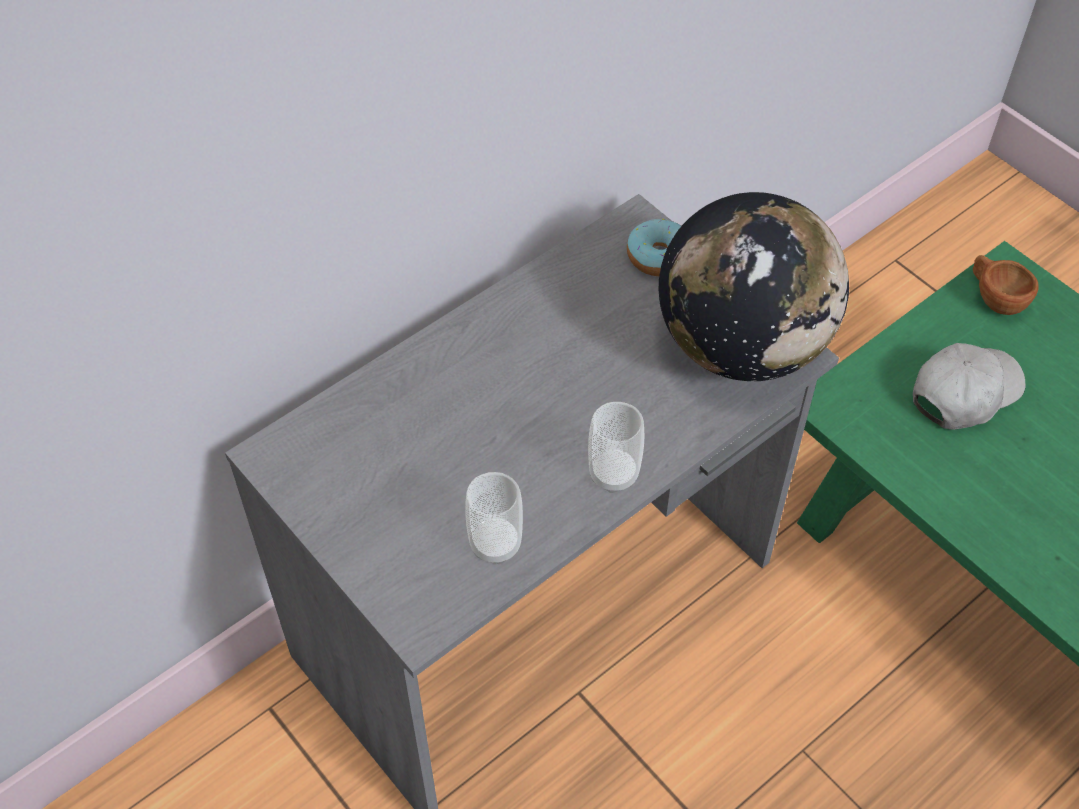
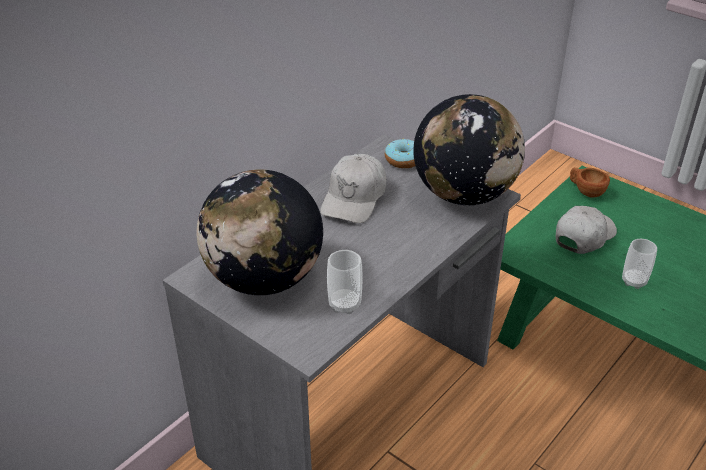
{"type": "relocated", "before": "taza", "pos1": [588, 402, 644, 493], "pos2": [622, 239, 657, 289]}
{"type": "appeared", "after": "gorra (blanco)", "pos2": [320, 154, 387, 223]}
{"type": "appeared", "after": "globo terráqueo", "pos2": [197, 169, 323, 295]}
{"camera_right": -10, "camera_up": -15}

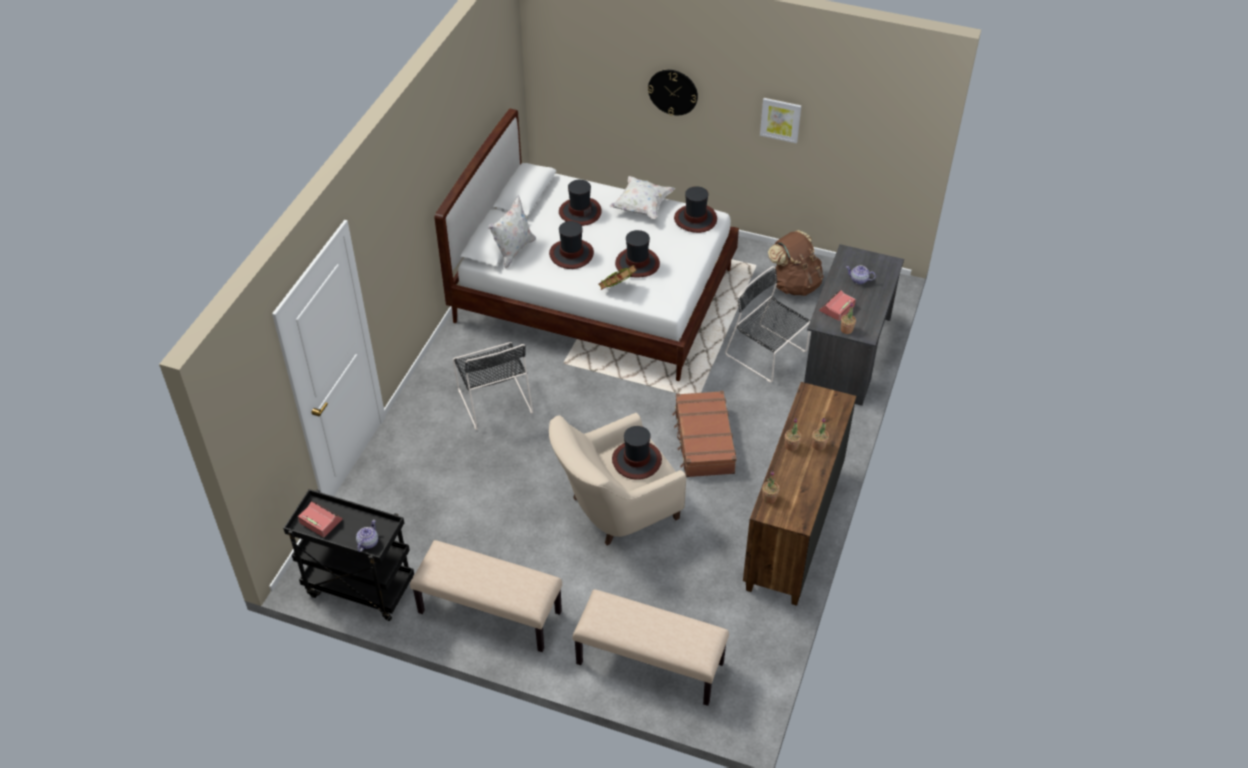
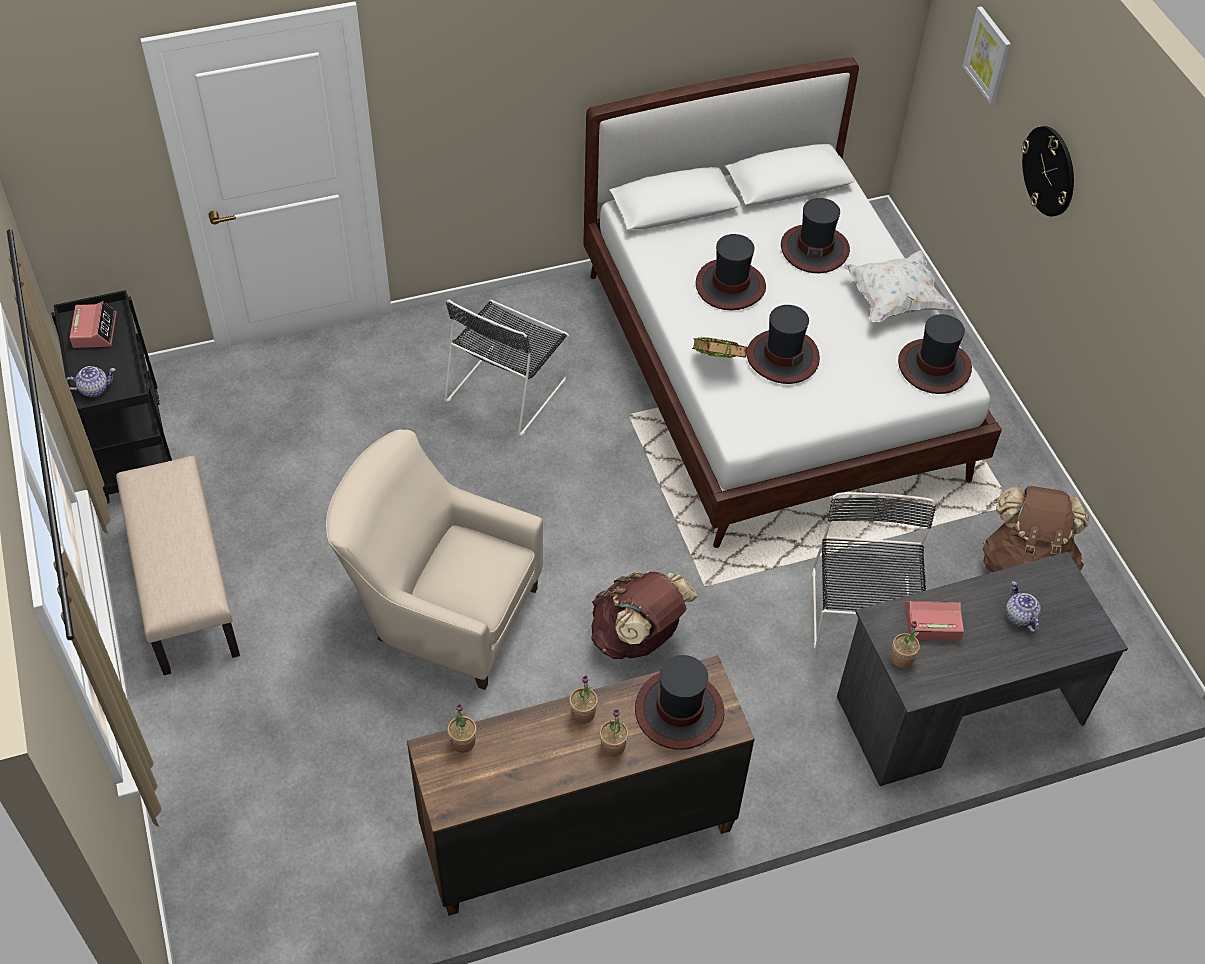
{"type": "relocated", "before": "cuadro", "pos1": [760, 98, 801, 143], "pos2": [962, 6, 1011, 104]}
{"type": "missing", "before": "cojín (blanco)", "pos1": [488, 195, 536, 268]}
{"type": "exchanged", "before": "maleta (marrón)", "after": "mochila (marrón)", "pos1": [672, 391, 737, 477], "pos2": [591, 571, 698, 659]}
{"type": "relocated", "before": "sombrero", "pos1": [612, 426, 662, 480], "pos2": [635, 655, 724, 750]}
{"type": "missing", "before": "banco (beis)", "pos1": [573, 589, 729, 706]}
{"camera_right": 50, "camera_up": 5}

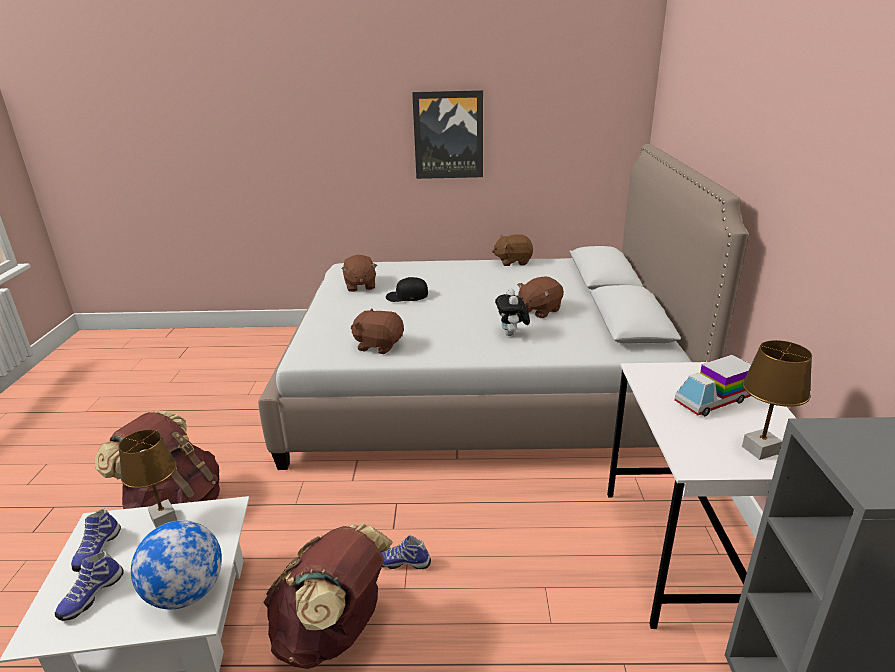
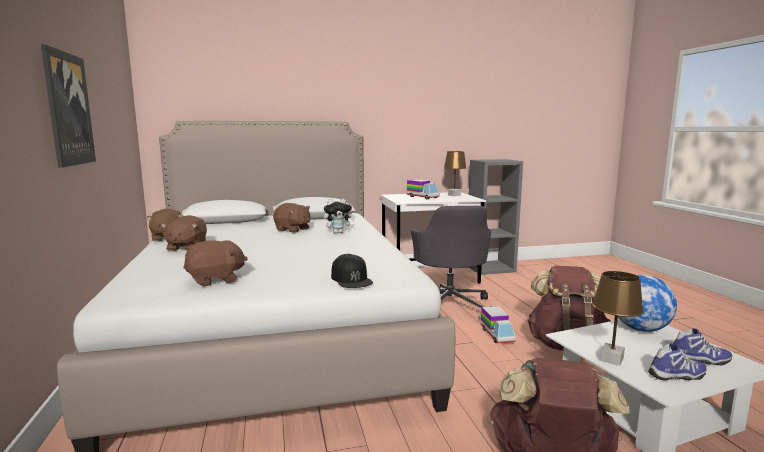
{"type": "relocated", "before": "gorra (negro)", "pos1": [386, 277, 428, 302], "pos2": [331, 254, 373, 288]}
{"type": "relocated", "before": "peluche (marrón)", "pos1": [351, 308, 404, 354], "pos2": [161, 215, 207, 251]}
{"type": "exchanged", "before": "zapato", "after": "camión de juguete", "pos1": [381, 536, 431, 569], "pos2": [481, 306, 516, 343]}
{"type": "appeared", "after": "silla de oficina (gris)", "pos2": [411, 206, 491, 308]}
{"camera_right": -105, "camera_up": -15}

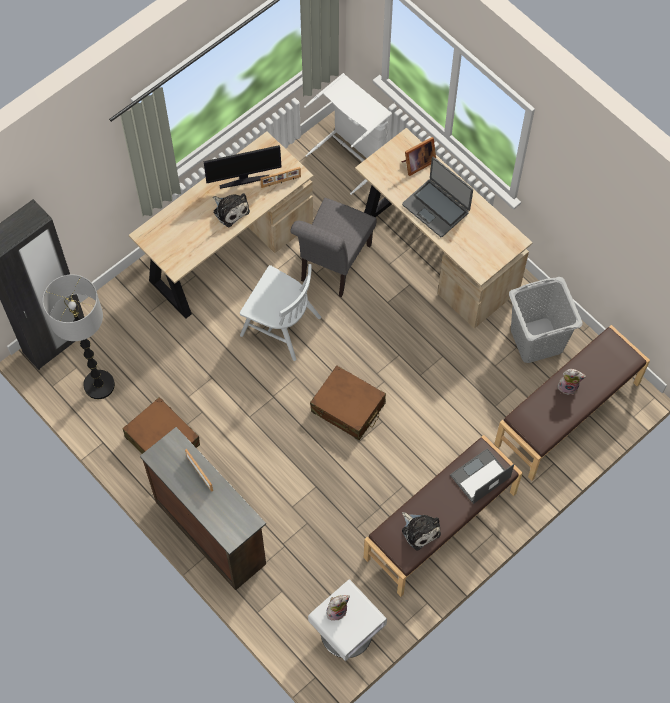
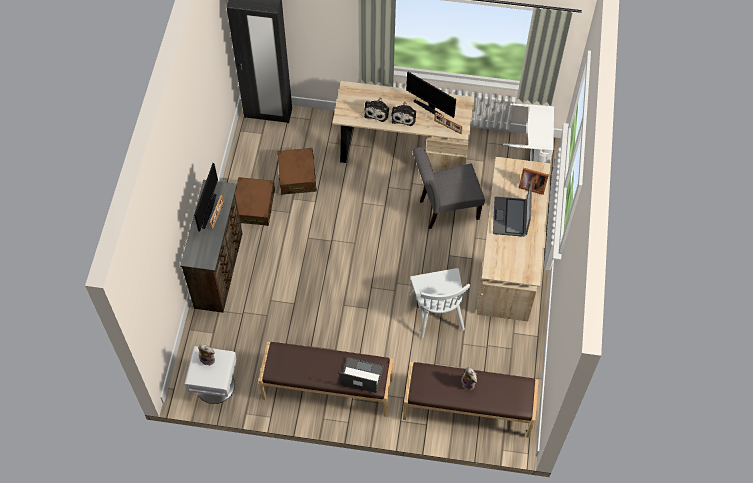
{"type": "relocated", "before": "silla (blanco)", "pos1": [240, 264, 321, 361], "pos2": [409, 268, 470, 338]}
{"type": "missing", "before": "lámpara de pie", "pos1": [42, 274, 115, 399]}
{"type": "missing", "before": "cesto de la ropa (gris)", "pos1": [509, 277, 583, 363]}
{"type": "relocated", "before": "maleta (marrón)", "pos1": [310, 365, 386, 440], "pos2": [277, 148, 317, 195]}
{"type": "relocated", "before": "peluche", "pos1": [402, 512, 441, 551], "pos2": [364, 98, 389, 122]}
{"type": "appeared", "after": "monitor", "pos2": [194, 163, 218, 231]}
{"camera_right": 50, "camera_up": -5}

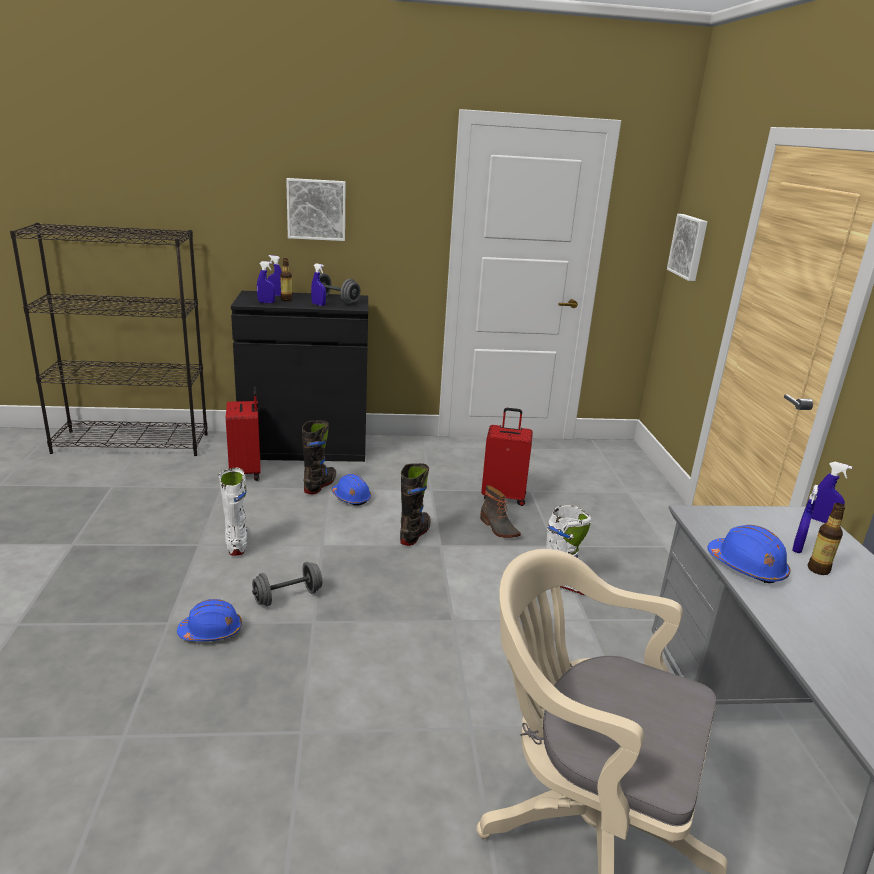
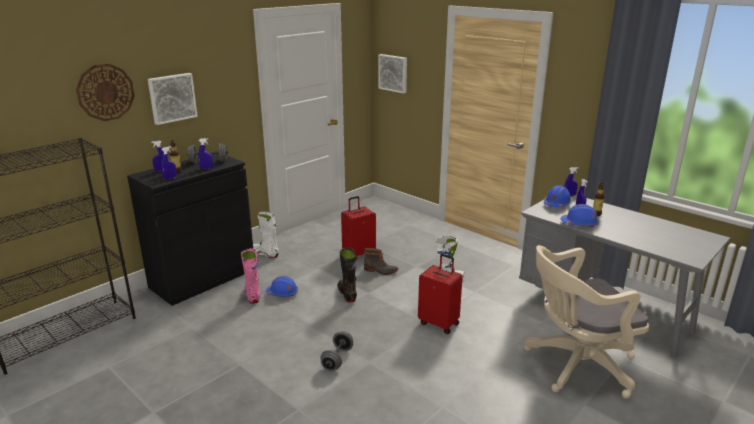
{"type": "relocated", "before": "maleta (rojo)", "pos1": [226, 386, 260, 481], "pos2": [418, 254, 463, 334]}
{"type": "colour", "before": "bota (negro)", "after": "bota (rosa)", "pos1": [302, 421, 336, 494], "pos2": [241, 248, 260, 304]}
{"type": "relocated", "before": "bota (blanco)", "pos1": [219, 468, 247, 556], "pos2": [253, 211, 279, 258]}
{"type": "relocated", "before": "casco (azul)", "pos1": [177, 599, 242, 641], "pos2": [544, 185, 572, 208]}
{"type": "appeared", "after": "reloj de pared", "pos2": [76, 64, 135, 121]}
{"camera_right": -40, "camera_up": 0}

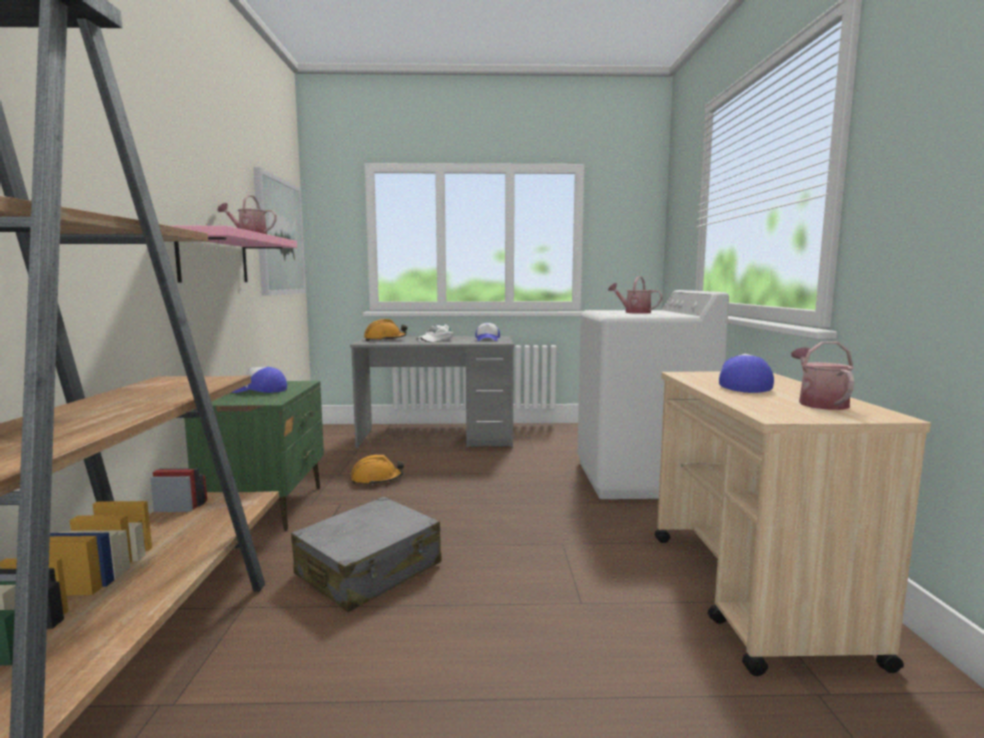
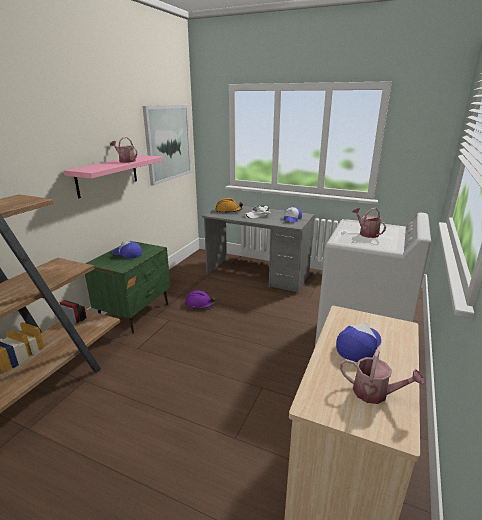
{"type": "spun", "before": "regadera", "pos1": [791, 341, 855, 410], "pos2": [340, 349, 425, 404], "turn": 90}
{"type": "colour", "before": "casco (naranja)", "after": "casco (morado)", "pos1": [351, 455, 404, 485], "pos2": [186, 291, 215, 309]}
{"type": "missing", "before": "maleta (gris)", "pos1": [291, 497, 441, 612]}
{"camera_right": 25, "camera_up": 15}

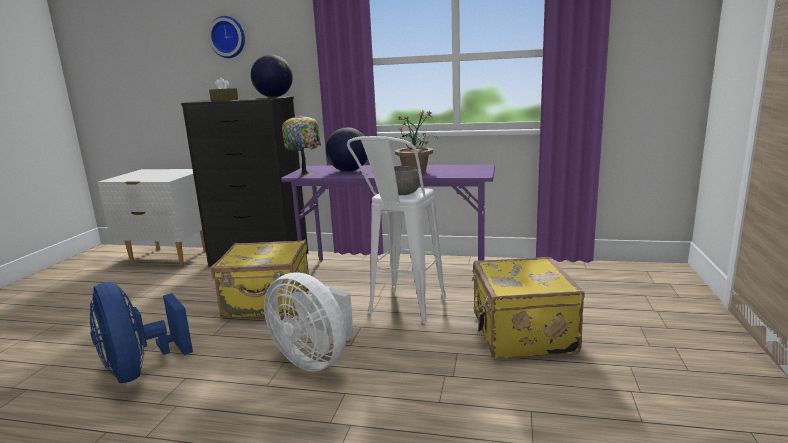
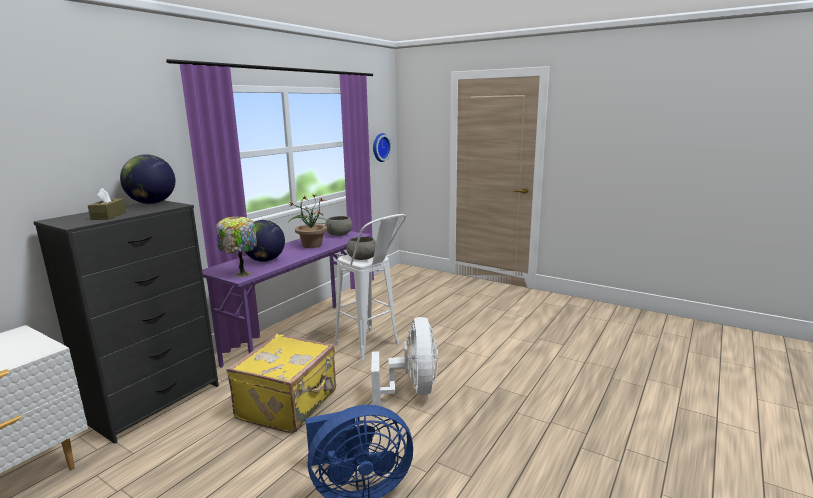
{"type": "relocated", "before": "reloj de pared", "pos1": [208, 16, 245, 58], "pos2": [373, 133, 392, 162]}
{"type": "missing", "before": "maleta (amarillo)", "pos1": [472, 257, 585, 360]}
{"type": "spun", "before": "ventilador (blanco)", "pos1": [264, 272, 354, 371], "pos2": [371, 317, 438, 406], "turn": -60}
{"type": "appeared", "after": "cuenco (gris)", "pos2": [325, 216, 352, 236]}
{"camera_right": -70, "camera_up": 0}

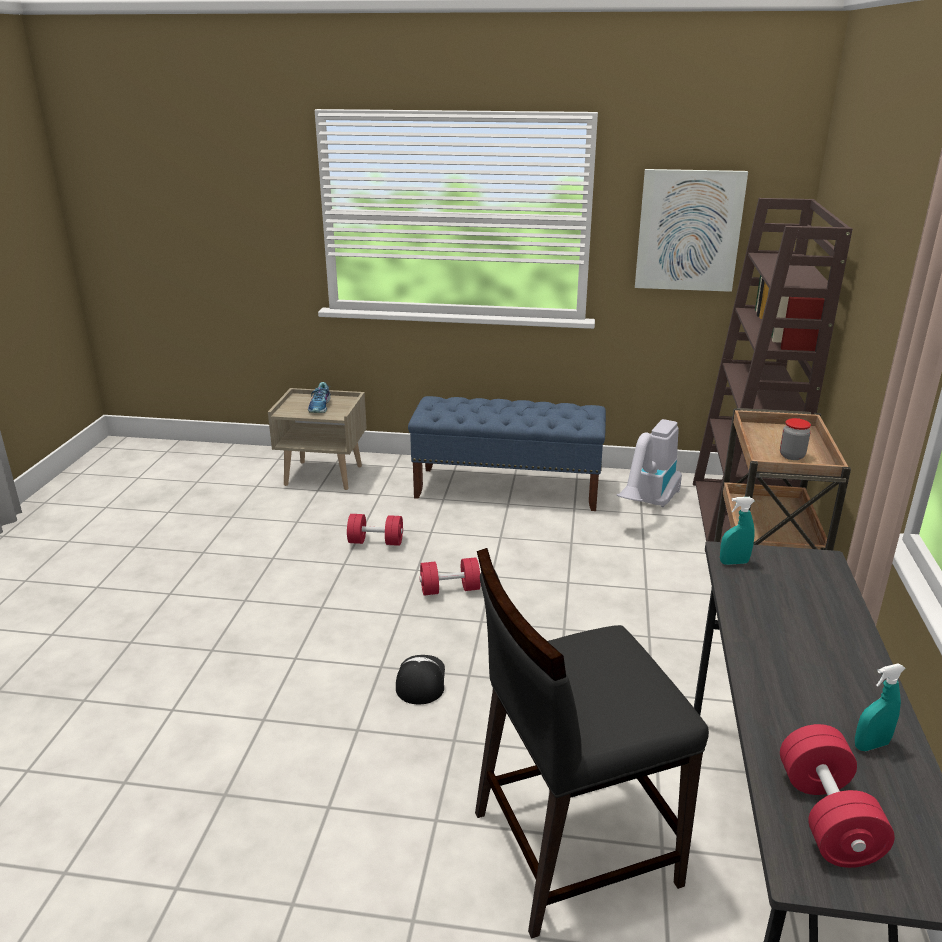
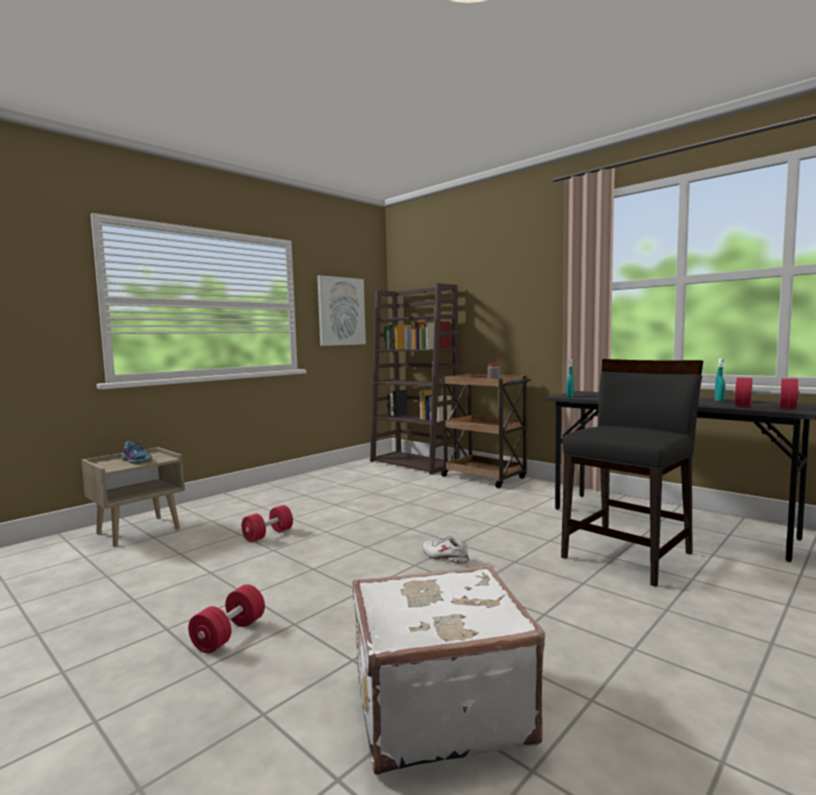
{"type": "missing", "before": "banco (azul)", "pos1": [408, 396, 606, 511]}
{"type": "missing", "before": "aspiradora", "pos1": [617, 419, 682, 507]}
{"type": "spun", "before": "silla (negro)", "pos1": [475, 548, 709, 939], "pos2": [561, 359, 703, 587], "turn": -150}
{"type": "relocated", "before": "mancuerna (rojo)", "pos1": [419, 557, 481, 596], "pos2": [188, 584, 265, 653]}
{"type": "exchanged", "before": "gorra", "after": "zapato (blanco)", "pos1": [396, 655, 445, 705], "pos2": [422, 536, 469, 564]}
{"type": "appeared", "after": "maleta (blanco)", "pos2": [353, 565, 545, 775]}
{"camera_right": -55, "camera_up": -20}

